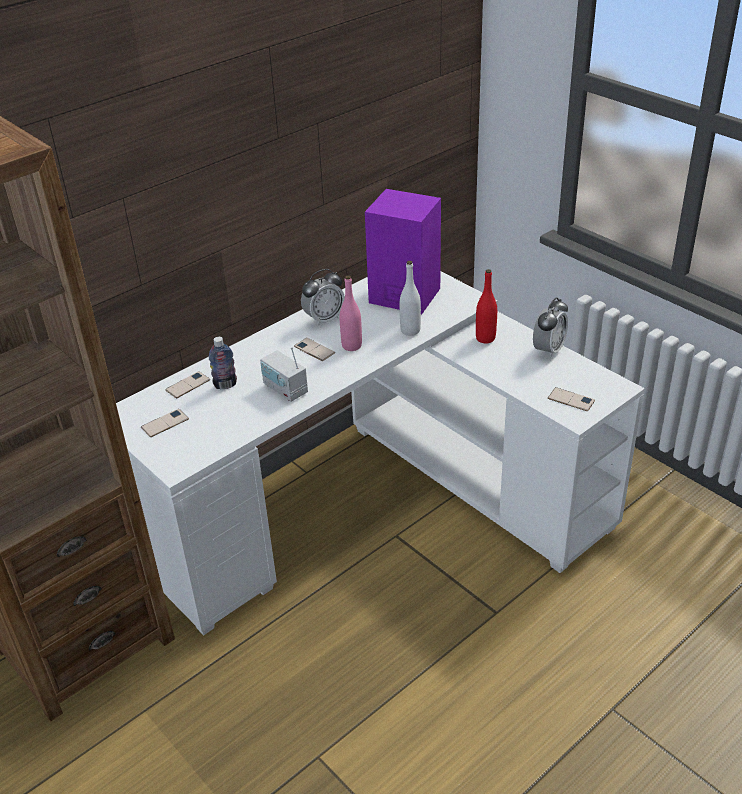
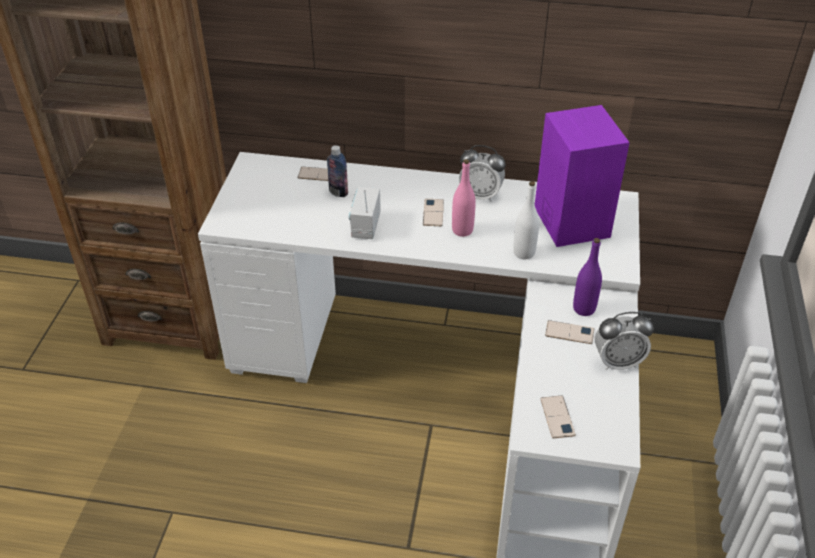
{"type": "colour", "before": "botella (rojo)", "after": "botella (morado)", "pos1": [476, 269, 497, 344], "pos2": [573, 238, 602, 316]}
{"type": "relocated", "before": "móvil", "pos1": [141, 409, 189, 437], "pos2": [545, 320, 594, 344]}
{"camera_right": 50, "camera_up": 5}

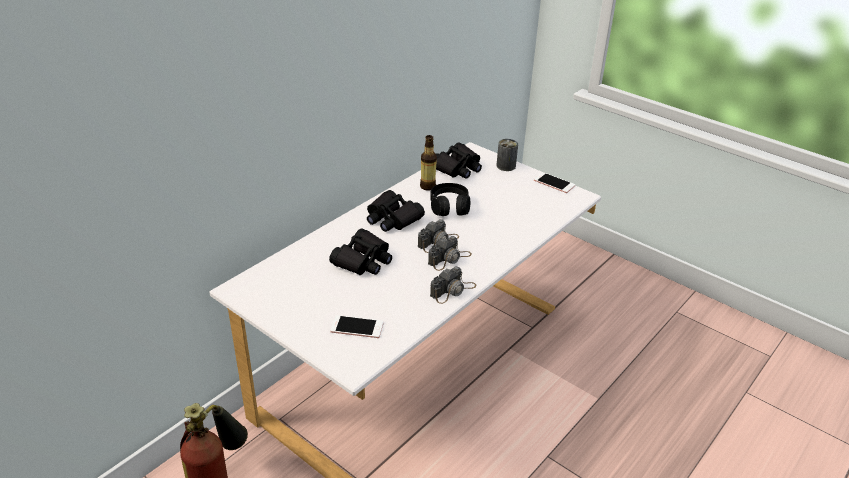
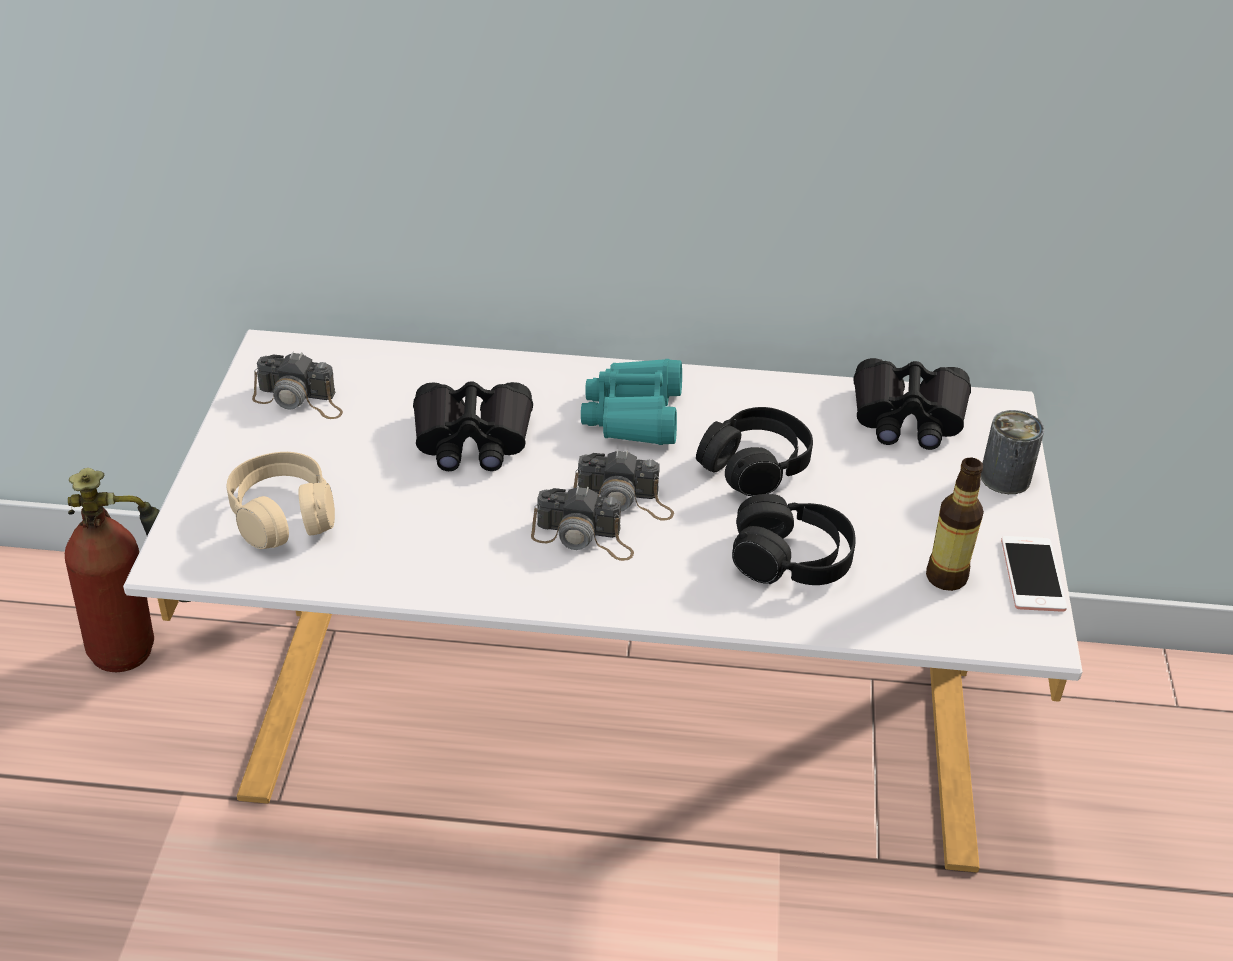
{"type": "relocated", "before": "botella", "pos1": [420, 135, 437, 190], "pos2": [926, 458, 984, 591]}
{"type": "colour", "before": "prismáticos (negro)", "after": "prismáticos (turquesa)", "pos1": [367, 190, 425, 232], "pos2": [581, 359, 682, 445]}
{"type": "relocated", "before": "cámara", "pos1": [430, 266, 477, 304], "pos2": [252, 351, 343, 419]}
{"type": "exchanged", "before": "móvil", "after": "auriculares (beis)", "pos1": [330, 315, 383, 338], "pos2": [227, 452, 335, 549]}
{"type": "appeared", "after": "auriculares (negro)", "pos2": [732, 494, 856, 585]}
{"camera_right": 55, "camera_up": 5}

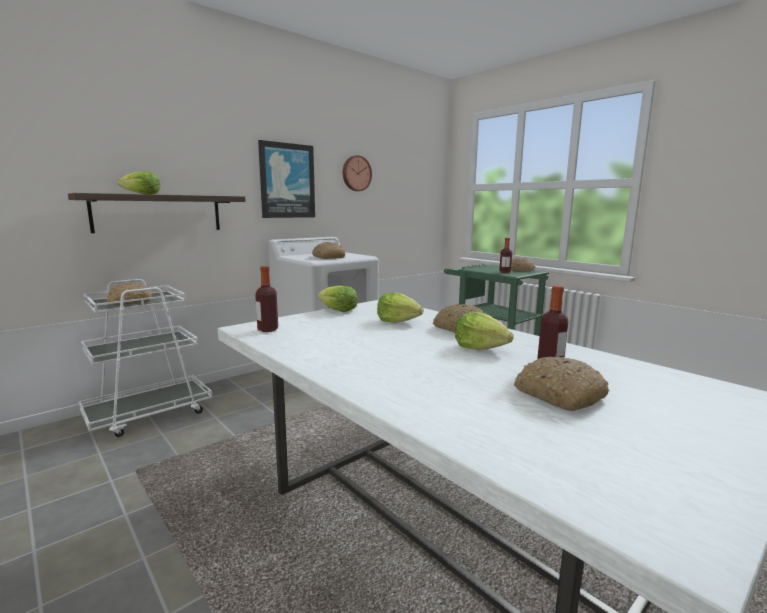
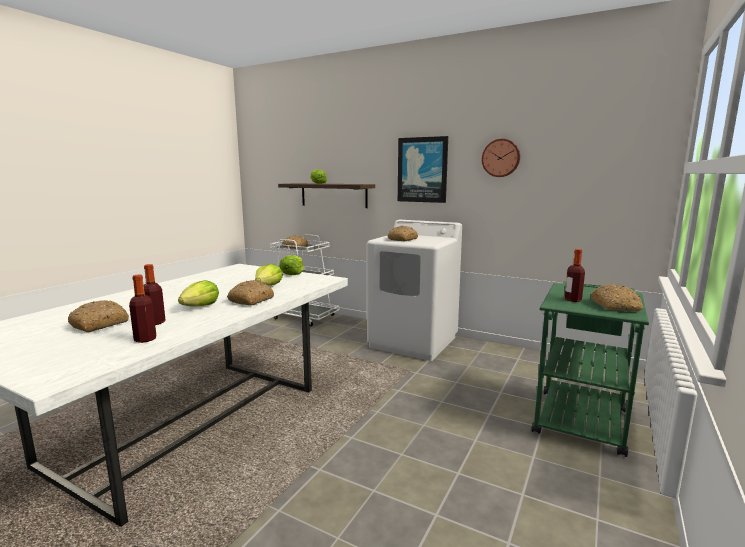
{"type": "relocated", "before": "botella", "pos1": [255, 266, 278, 332], "pos2": [129, 274, 156, 343]}
{"camera_right": 70, "camera_up": 0}

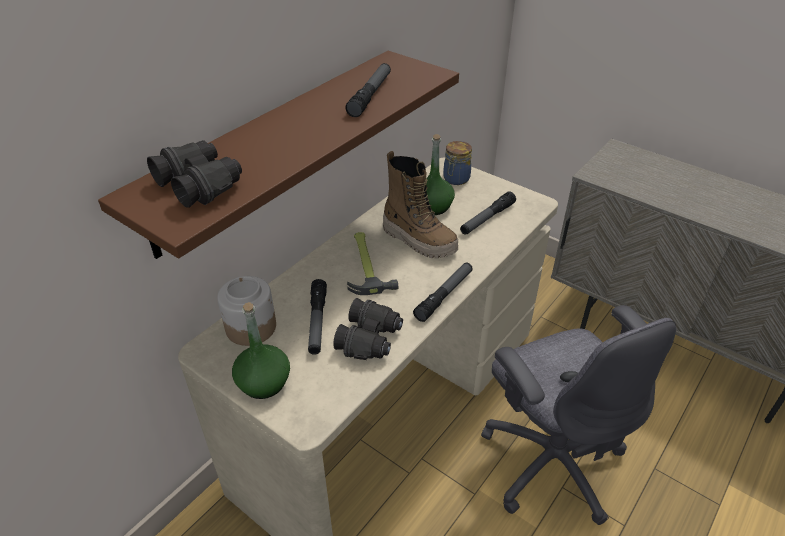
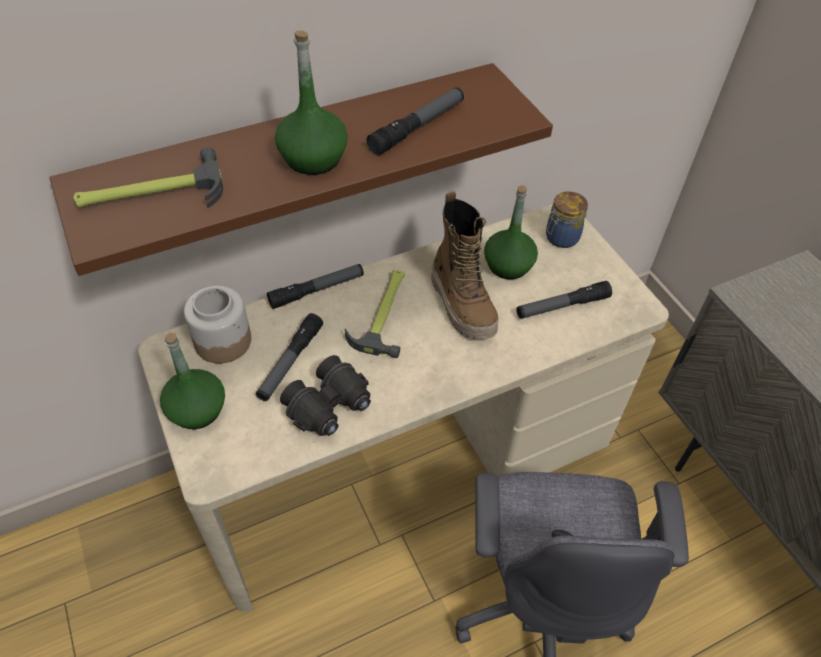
{"type": "exchanged", "before": "prismáticos (negro)", "after": "martillo", "pos1": [147, 140, 242, 208], "pos2": [73, 147, 223, 208]}
{"type": "relocated", "before": "linterna", "pos1": [413, 263, 473, 322], "pos2": [267, 264, 364, 309]}
{"type": "appeared", "after": "botella (verde)", "pos2": [275, 31, 348, 175]}
{"camera_right": 25, "camera_up": 10}

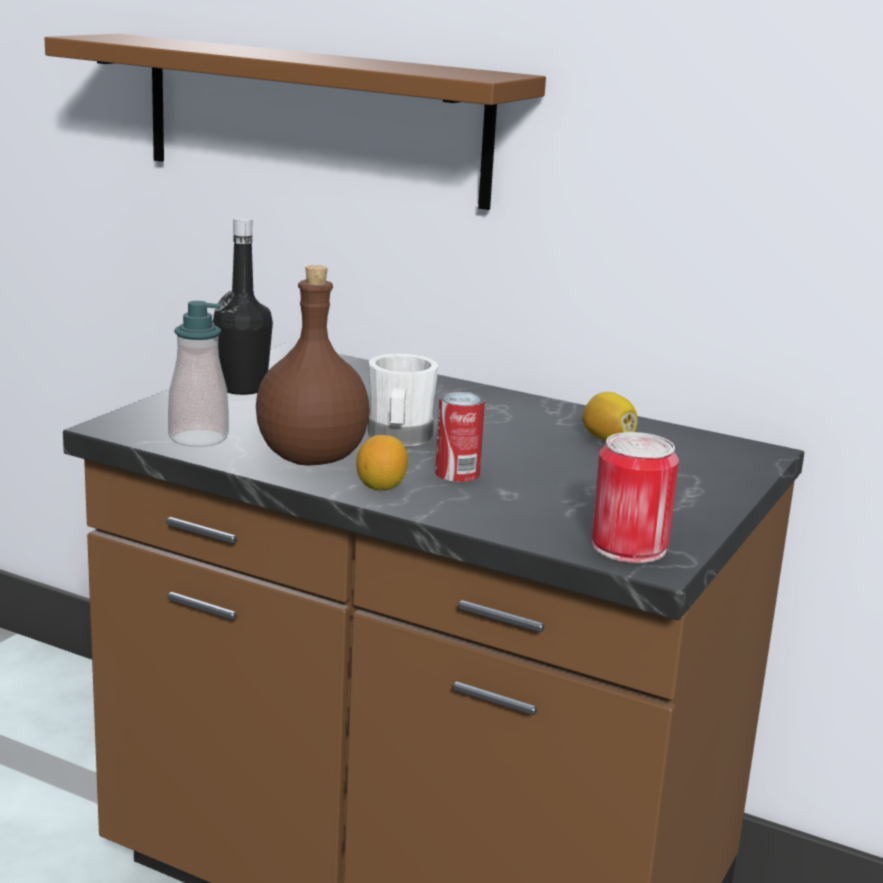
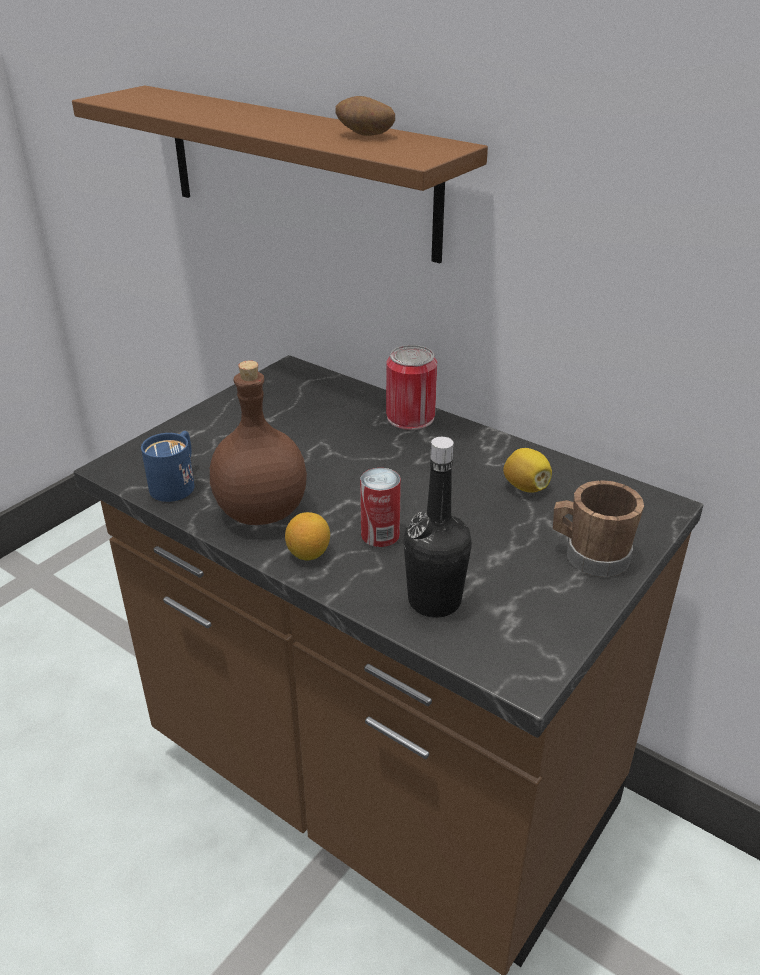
{"type": "relocated", "before": "botella (negro)", "pos1": [212, 217, 273, 395], "pos2": [403, 437, 472, 618]}
{"type": "exchanged", "before": "dispensador de jabón", "after": "taza grande (azul)", "pos1": [168, 301, 229, 447], "pos2": [141, 431, 194, 502]}
{"type": "missing", "before": "taza grande (blanco)", "pos1": [368, 354, 438, 446]}
{"type": "relocated", "before": "lata", "pos1": [591, 432, 679, 563], "pos2": [386, 345, 437, 430]}
{"type": "appeared", "after": "patata", "pos2": [335, 96, 395, 136]}
{"type": "appeared", "after": "taza grande (marrón)", "pos2": [553, 480, 644, 577]}
{"camera_right": 10, "camera_up": 15}

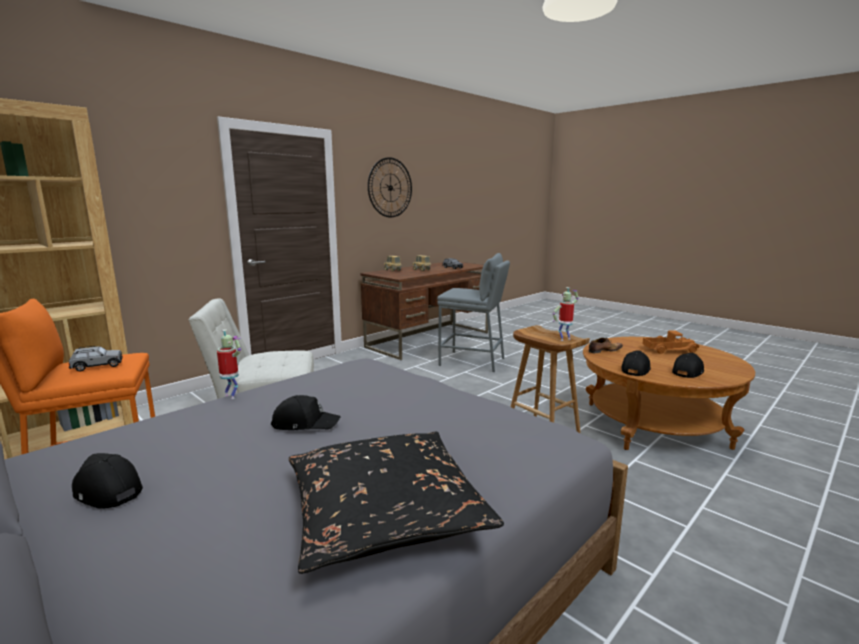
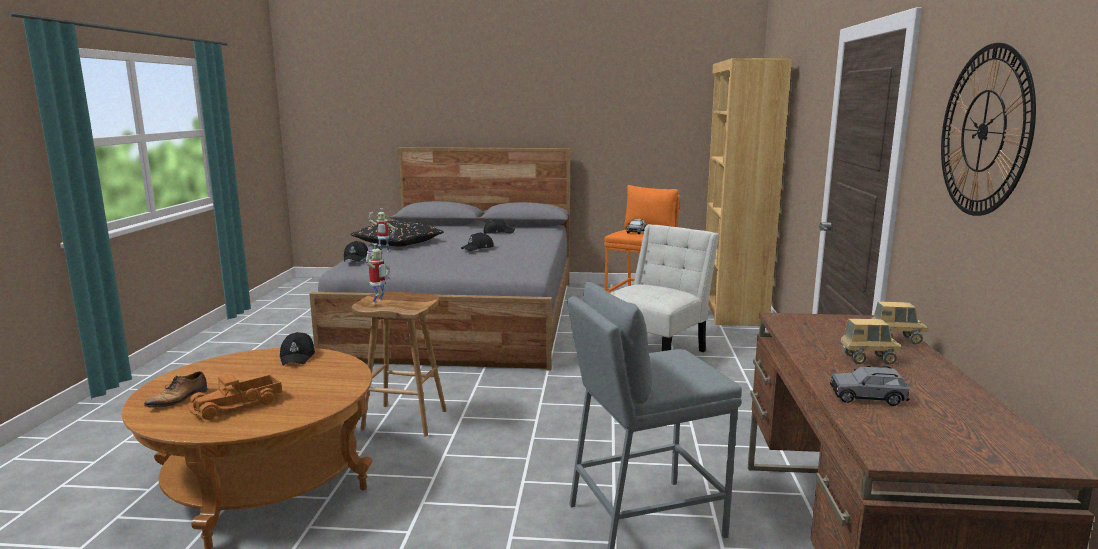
{"type": "relocated", "before": "robot de juguete", "pos1": [217, 329, 241, 399], "pos2": [368, 208, 396, 252]}
{"type": "relocated", "before": "zapato", "pos1": [589, 338, 623, 353], "pos2": [144, 371, 207, 407]}
{"type": "relocated", "before": "gorra (negro)", "pos1": [672, 353, 704, 378], "pos2": [344, 241, 368, 262]}
{"camera_right": 140, "camera_up": 0}

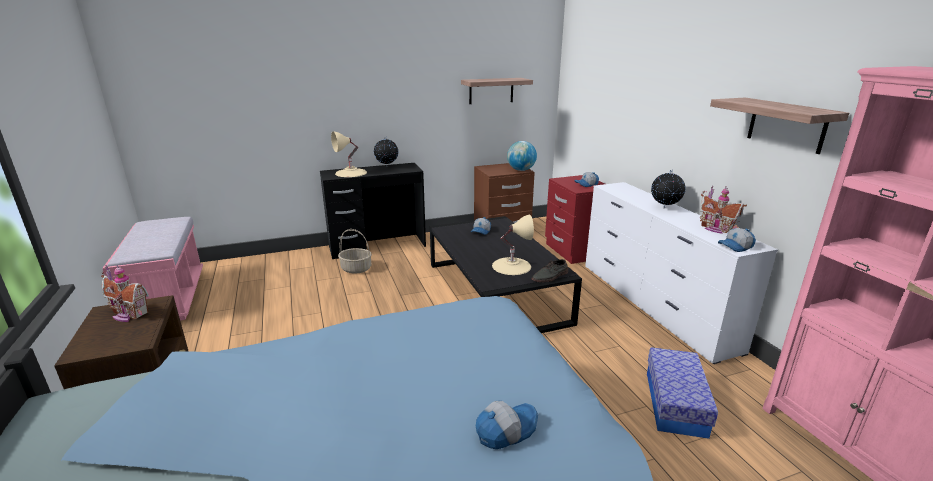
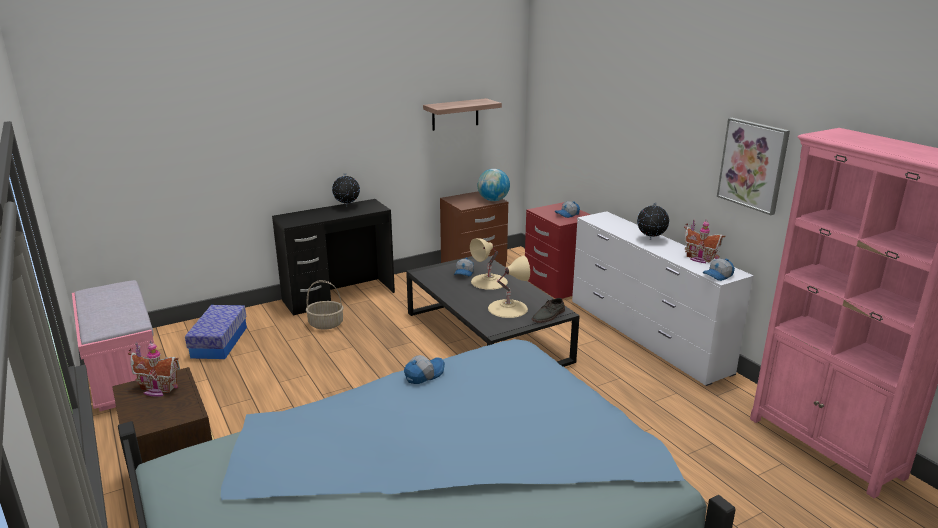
{"type": "exchanged", "before": "estante", "after": "cuadro", "pos1": [710, 98, 849, 154], "pos2": [717, 118, 790, 215]}
{"type": "relocated", "before": "lámpara de mesa (beis)", "pos1": [331, 132, 367, 177], "pos2": [470, 238, 508, 290]}
{"type": "relocated", "before": "caja de almacenaje", "pos1": [647, 347, 718, 439], "pos2": [185, 305, 247, 359]}
{"type": "relocated", "before": "gorra", "pos1": [476, 401, 538, 449], "pos2": [404, 355, 445, 384]}
{"camera_right": -10, "camera_up": 0}

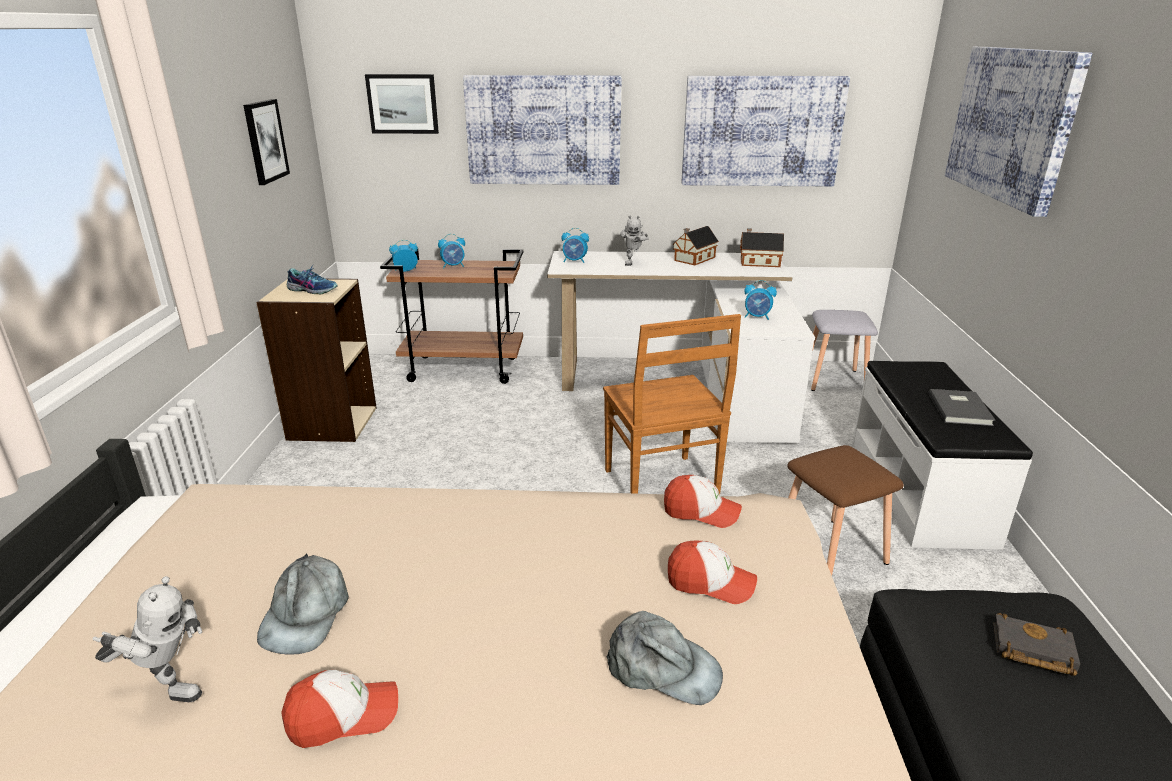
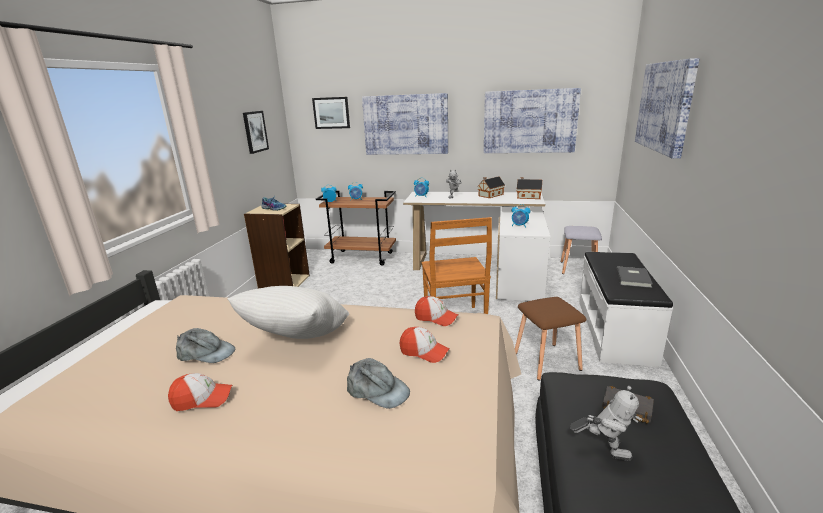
{"type": "spun", "before": "gorra (gris)", "pos1": [257, 553, 349, 655], "pos2": [176, 328, 235, 363], "turn": -90}
{"type": "relocated", "before": "robot de juguete", "pos1": [92, 576, 202, 702], "pos2": [570, 386, 642, 461]}
{"type": "appeared", "after": "cojín (blanco)", "pos2": [227, 286, 349, 339]}
{"camera_right": 10, "camera_up": -5}

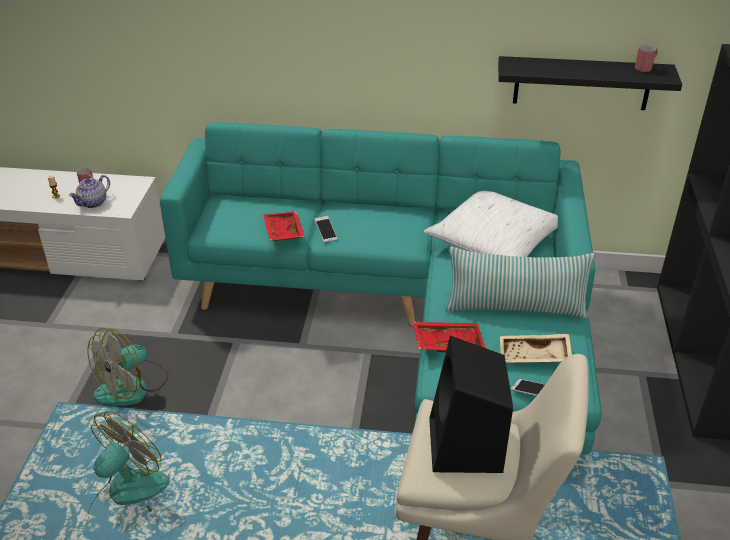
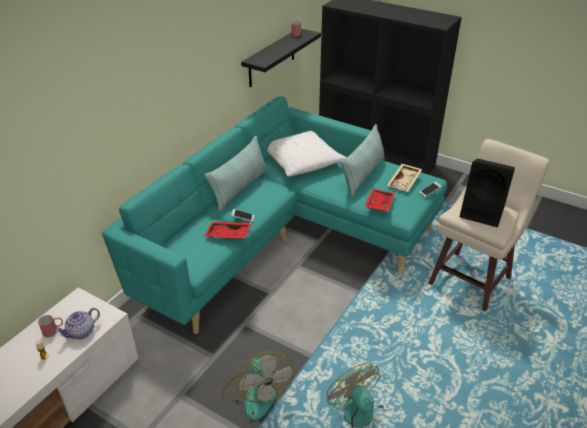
{"type": "spun", "before": "tetera", "pos1": [69, 175, 110, 208], "pos2": [55, 308, 100, 339], "turn": 75}
{"type": "appeared", "after": "cojín", "pos2": [205, 136, 268, 212]}
{"camera_right": -65, "camera_up": 0}

